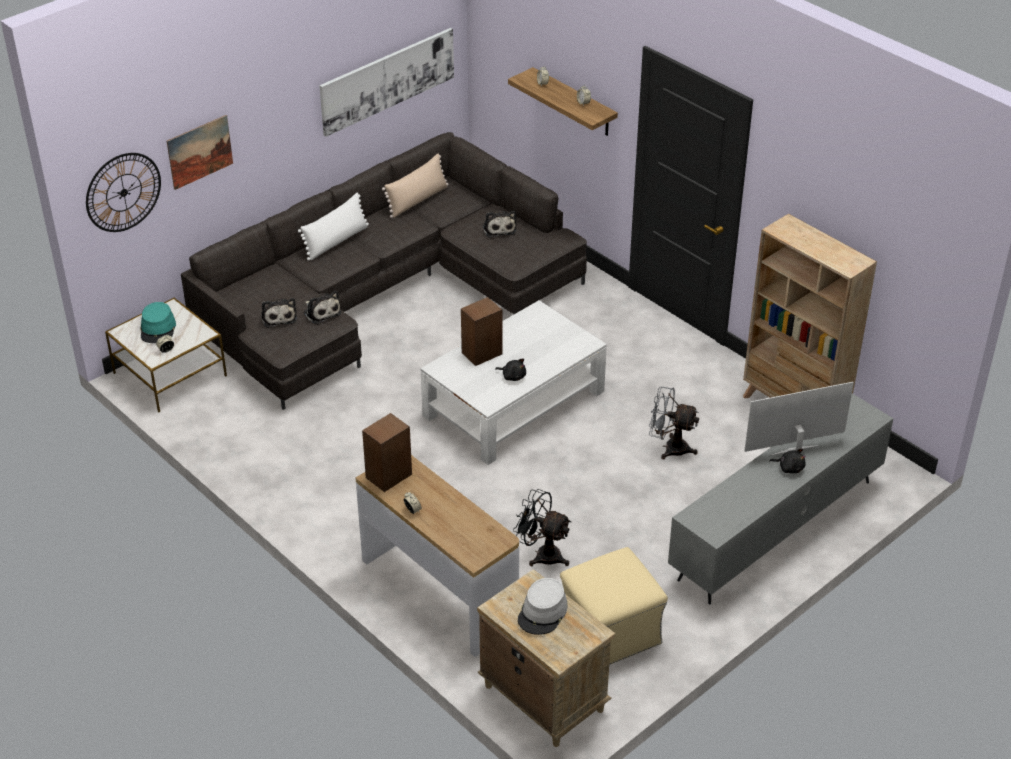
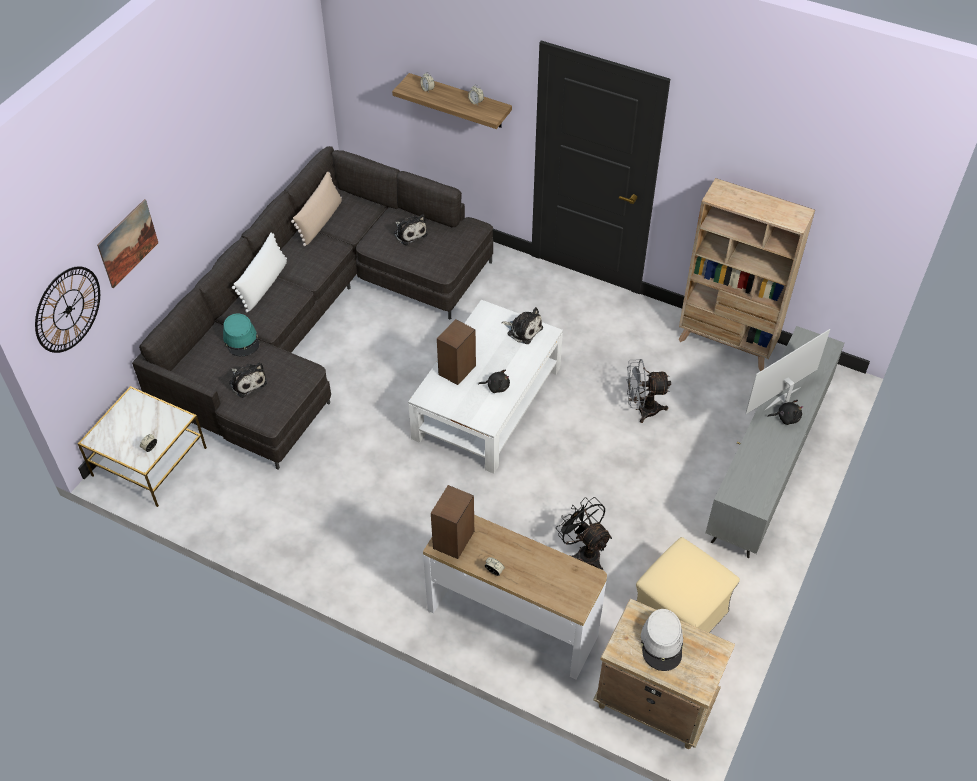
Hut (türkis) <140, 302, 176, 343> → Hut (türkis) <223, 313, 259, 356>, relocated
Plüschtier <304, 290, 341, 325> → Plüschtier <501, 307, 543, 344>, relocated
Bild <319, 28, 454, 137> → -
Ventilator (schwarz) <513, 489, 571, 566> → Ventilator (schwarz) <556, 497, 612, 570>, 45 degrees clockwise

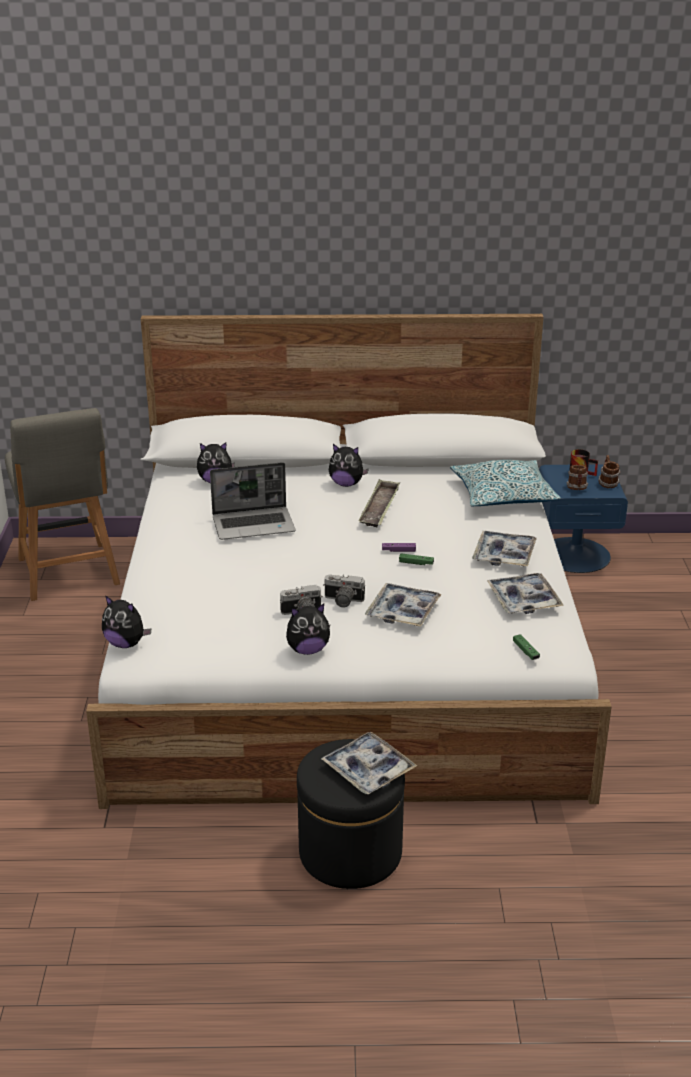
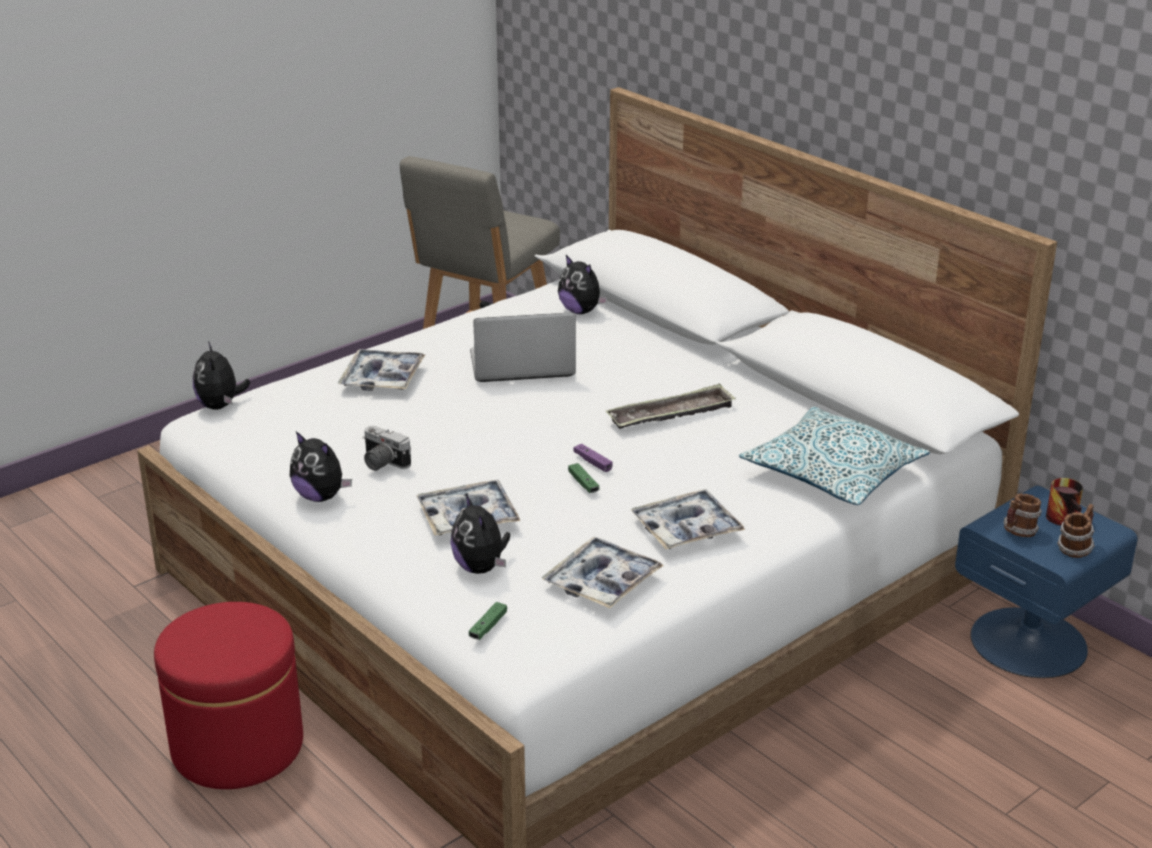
Laptop <210, 462, 296, 540> → Laptop <470, 312, 576, 382>, 135 degrees clockwise
Polsterhocker (schwarz) <297, 739, 405, 889> → Polsterhocker (rot) <154, 602, 303, 789>
Tablett <321, 732, 417, 795> → Tablett <338, 349, 425, 391>, relocated
Kamera <323, 575, 365, 608> → -
Plüschtier <329, 444, 369, 487> → Plüschtier <450, 493, 510, 574>, relocated

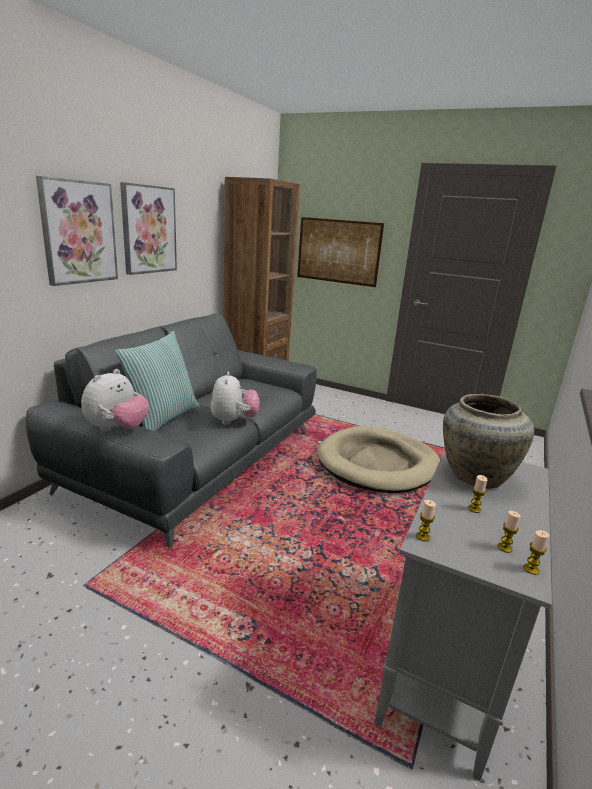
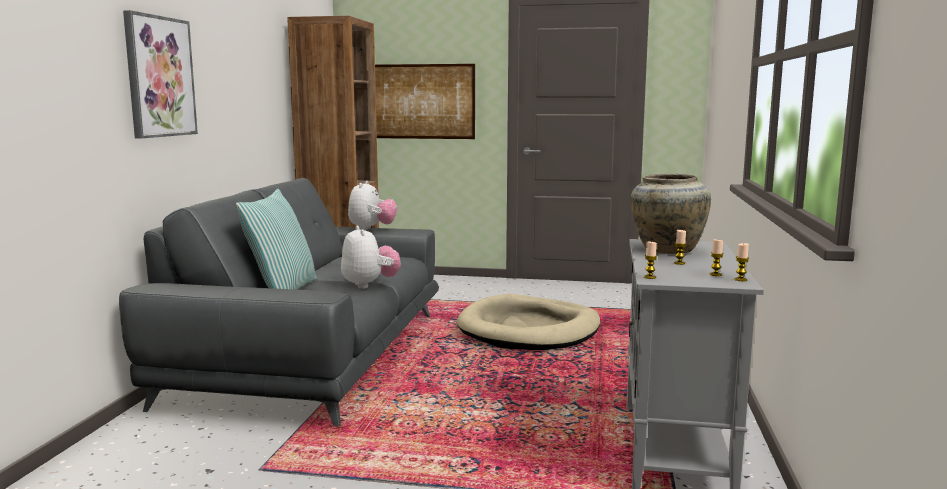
Plüschtier <81, 369, 149, 432> → Plüschtier <348, 181, 397, 231>, relocated
Bild <120, 182, 177, 275> → -

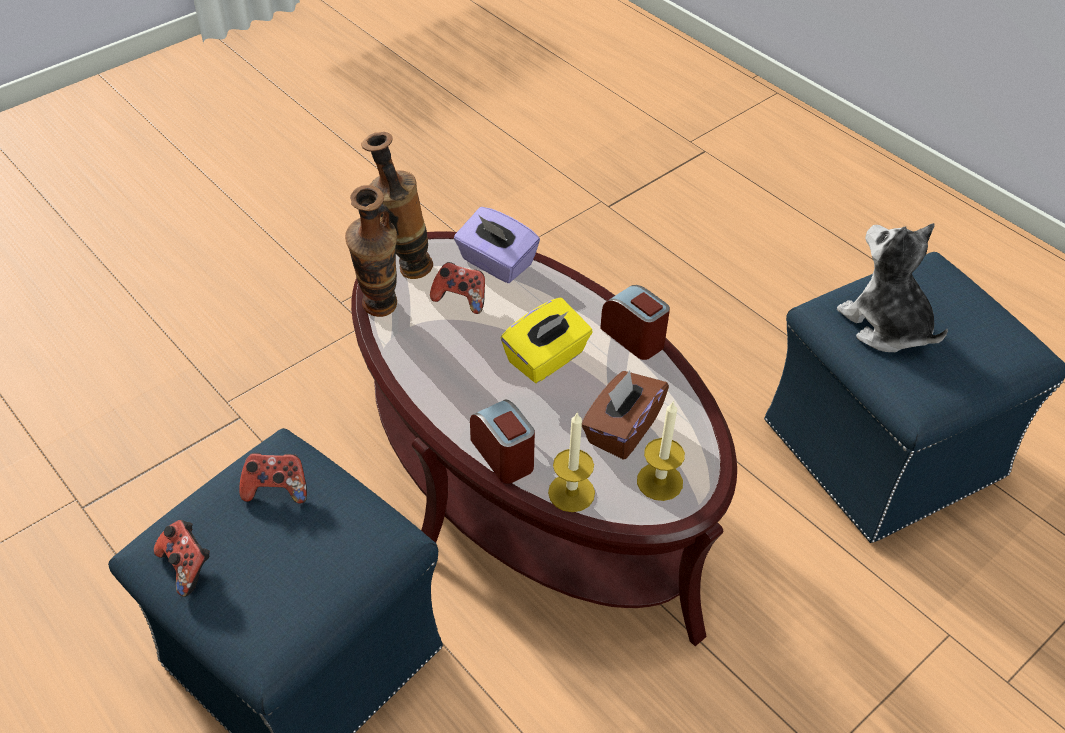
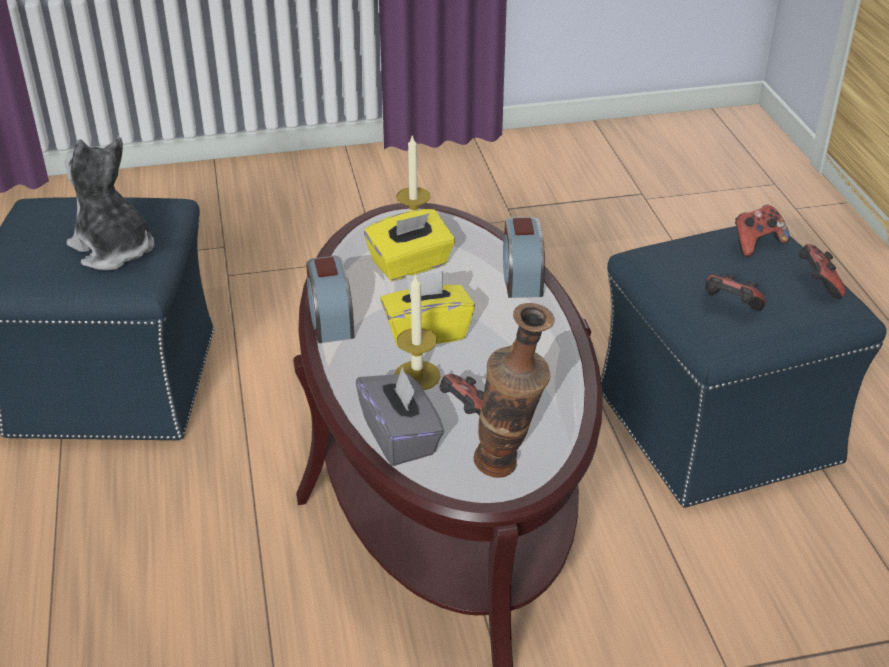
Vase <345, 185, 397, 317> → -
Taschentuchbox (lila) <454, 207, 540, 283> → Taschentuchbox (grau) <356, 366, 444, 466>
Kerze <548, 412, 595, 512> → Kerze <394, 273, 441, 390>, relocated
Taschentuchbox (braun) <582, 370, 669, 460> → Taschentuchbox (gelb) <364, 209, 455, 281>
Plüschtier <837, 223, 948, 352> → Plüschtier <65, 138, 154, 271>, 135 degrees clockwise
- → Gamepad <735, 205, 790, 257>

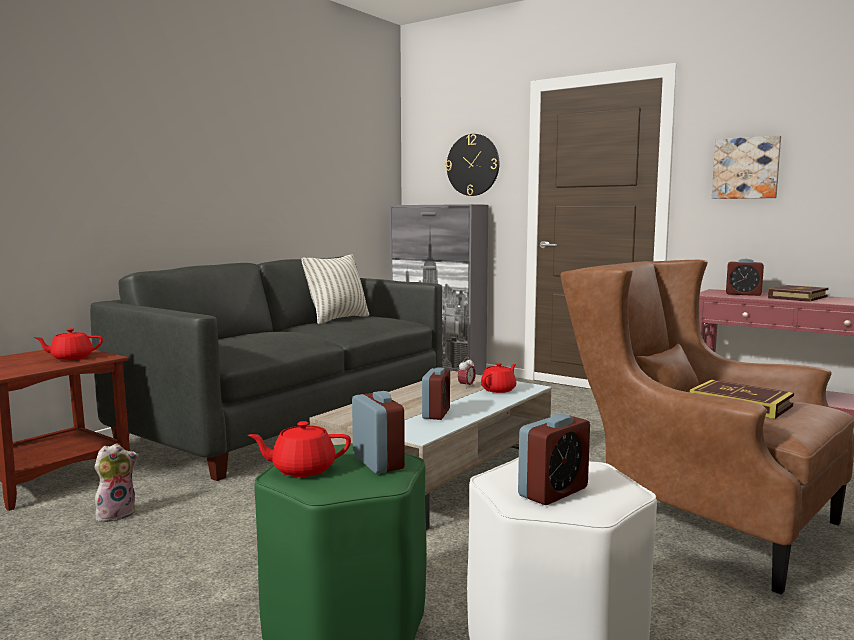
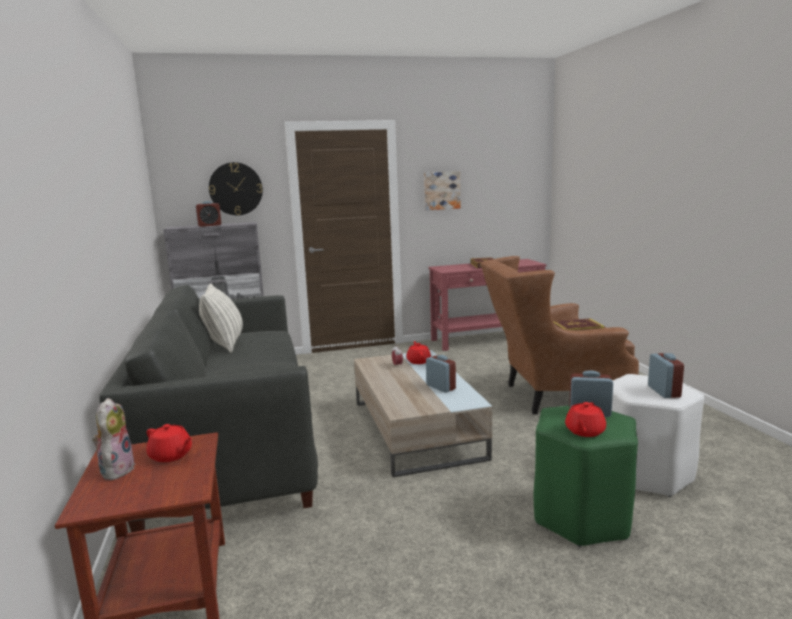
Teekanne (rot) <33, 328, 103, 360> → Teekanne (rot) <146, 424, 192, 462>, 75 degrees counterclockwise
Plüschtier <94, 444, 138, 522> → Plüschtier <92, 398, 136, 480>, relocated
Wecker <726, 259, 764, 296> → Wecker <195, 201, 221, 227>, relocated

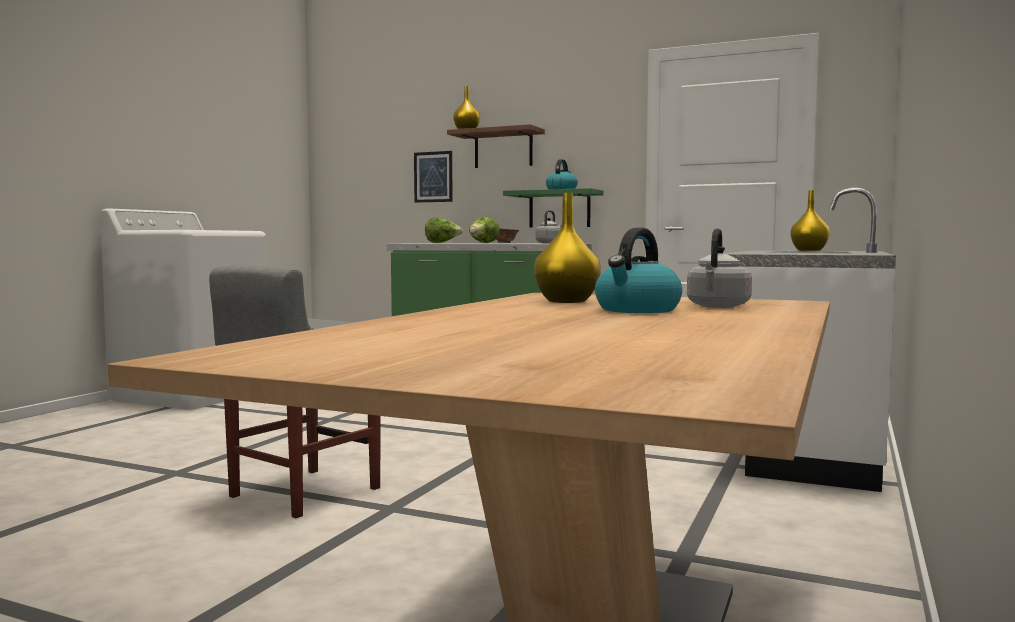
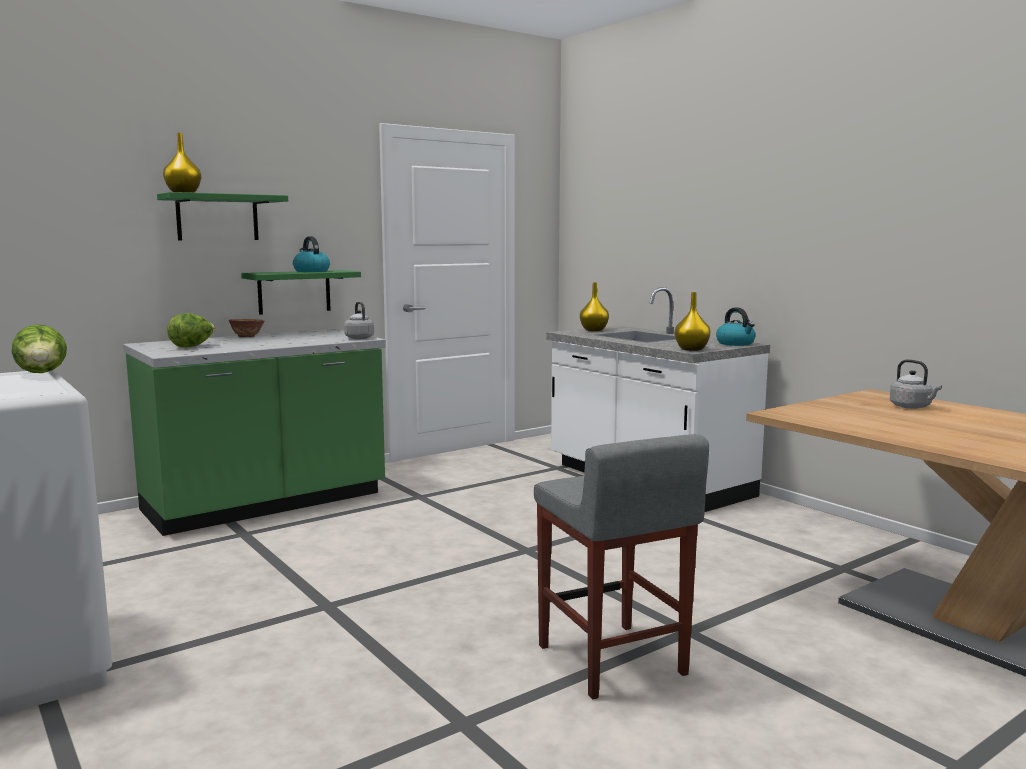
Bild <414, 151, 453, 203> → -
Wandregal (braun) <447, 124, 545, 168> → Wandregal (grün) <157, 192, 288, 240>
Salatkopf <469, 216, 500, 243> → Salatkopf <12, 324, 67, 373>, relocated
Vase (gelb) <534, 193, 601, 303> → Vase (gelb) <675, 292, 710, 351>, relocated
Wasserkessel <595, 228, 682, 313> → Wasserkessel <716, 307, 756, 346>, relocated

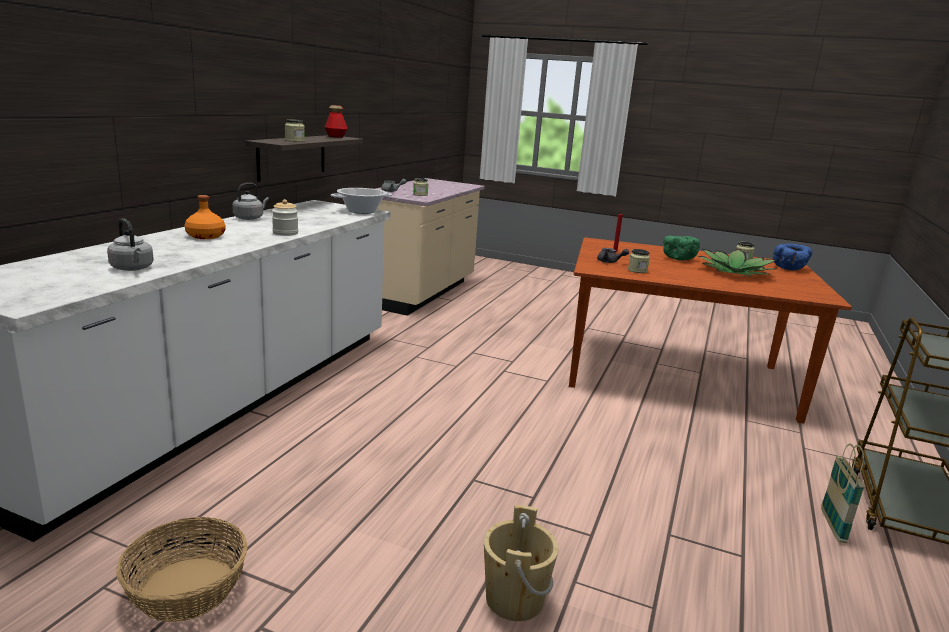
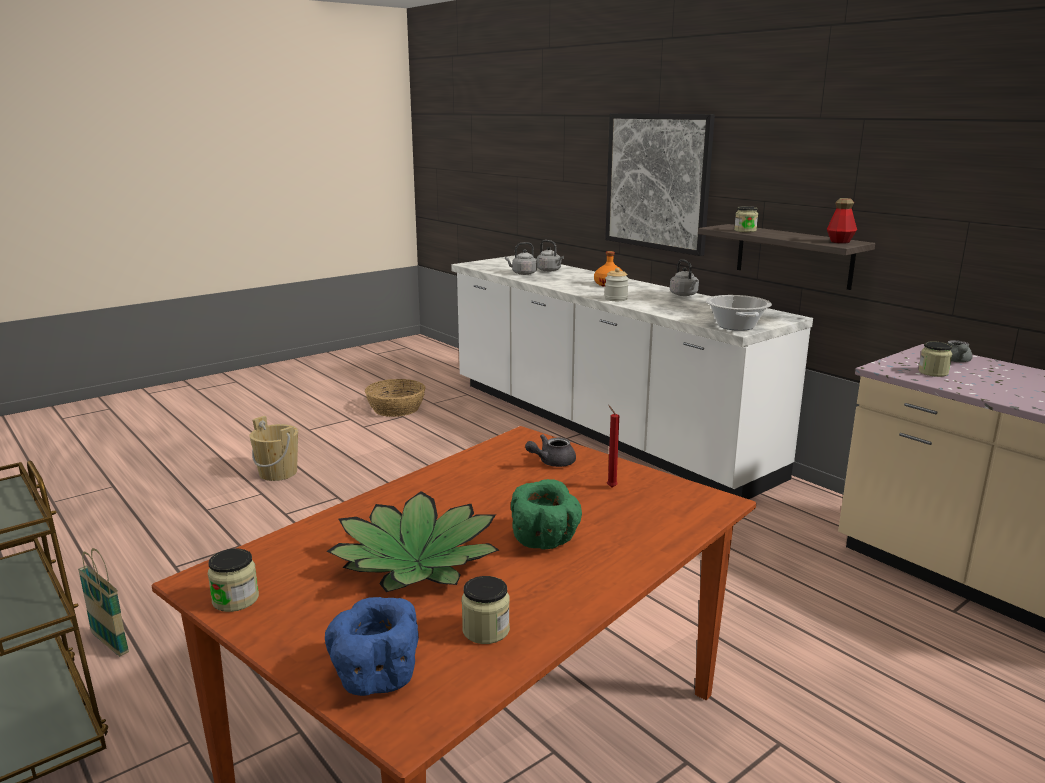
Vorratsglas <628, 249, 650, 273> → Vorratsglas <208, 549, 259, 612>, relocated
- → Wasserkessel (grau) <536, 240, 564, 272>
- → Bild <605, 113, 715, 256>

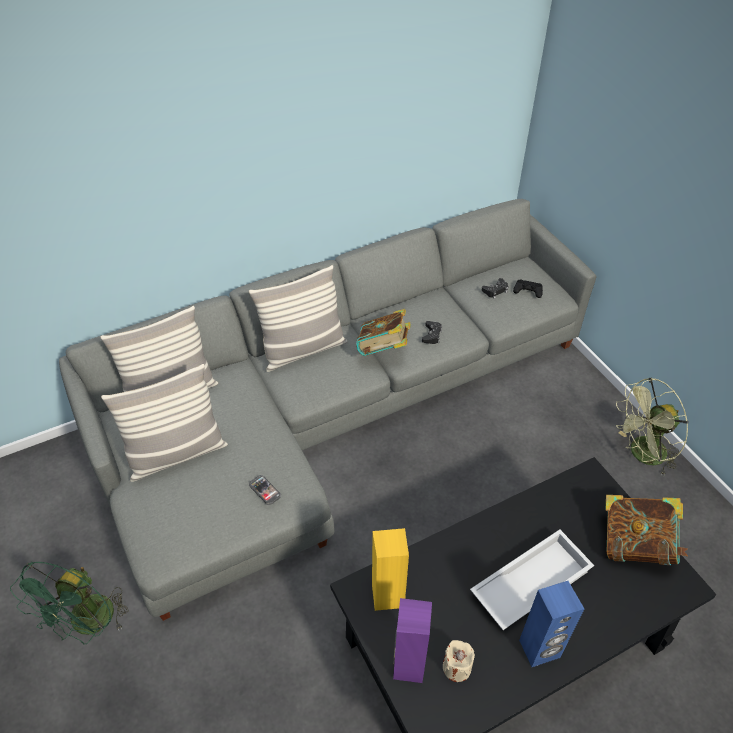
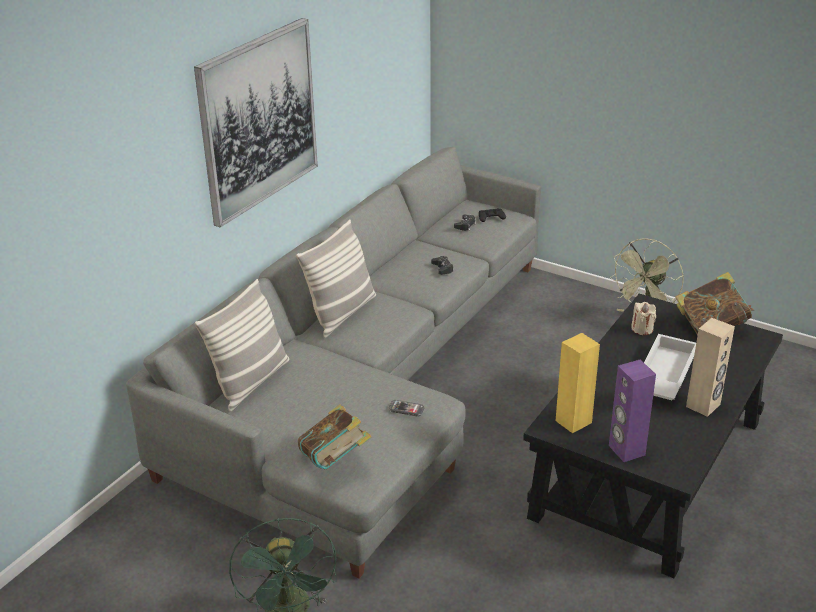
Kissen <101, 364, 228, 482> → -
Buch <356, 309, 411, 356> → Buch <298, 404, 372, 469>, relocated
Kerze (beige) <443, 640, 475, 682> → Kerze (beige) <631, 302, 656, 335>, relocated
Lautsprecher (blau) <519, 581, 584, 667> → Lautsprecher (beige) <686, 318, 735, 417>
- → Bild <194, 18, 318, 227>

